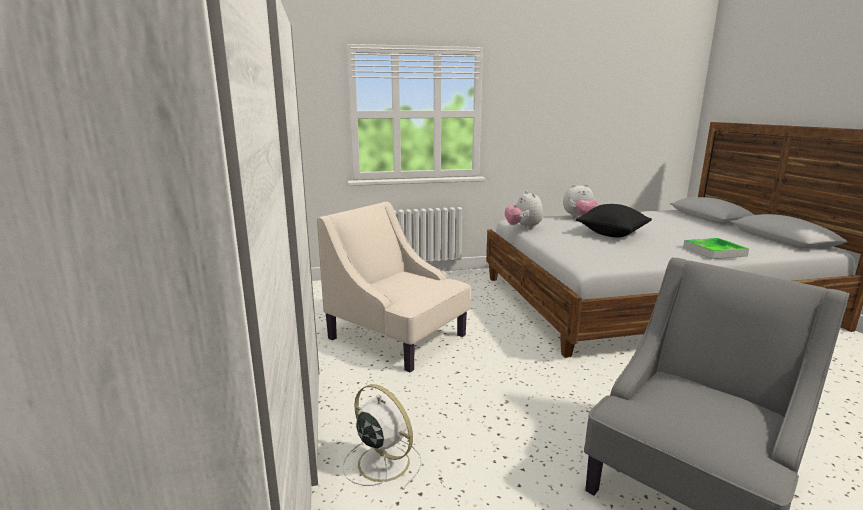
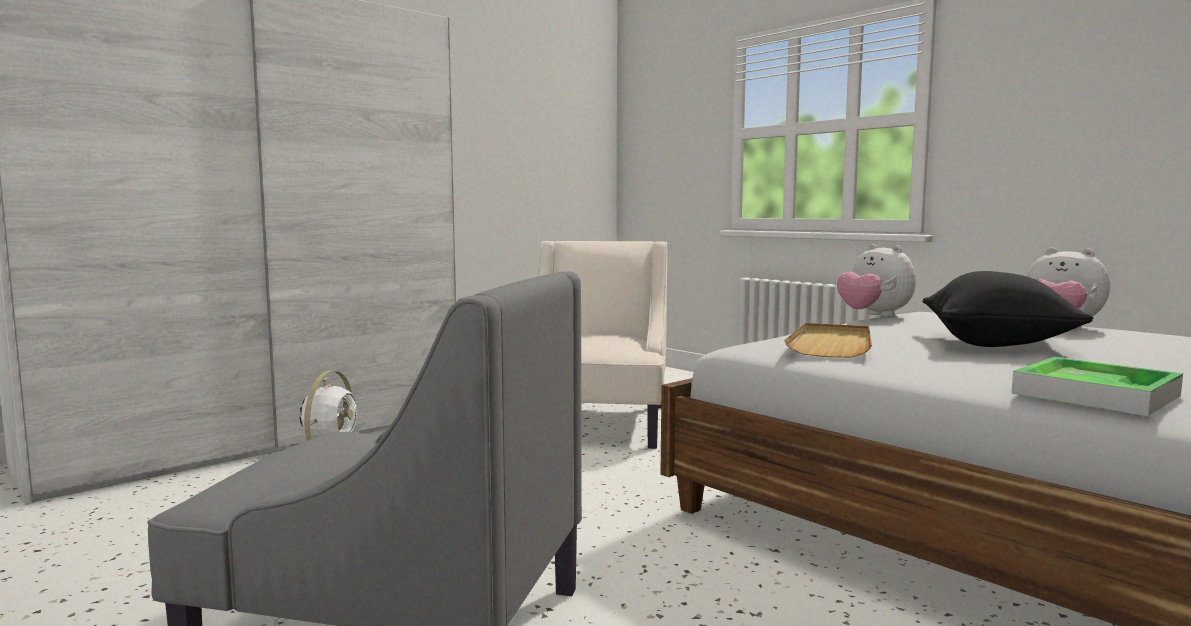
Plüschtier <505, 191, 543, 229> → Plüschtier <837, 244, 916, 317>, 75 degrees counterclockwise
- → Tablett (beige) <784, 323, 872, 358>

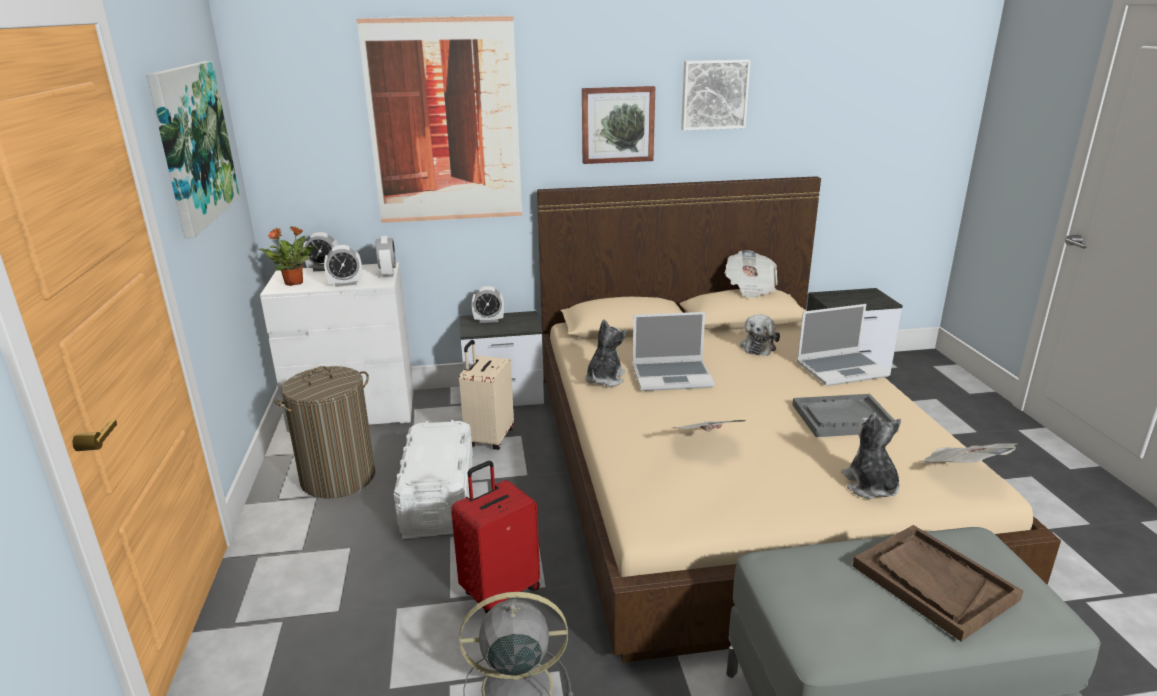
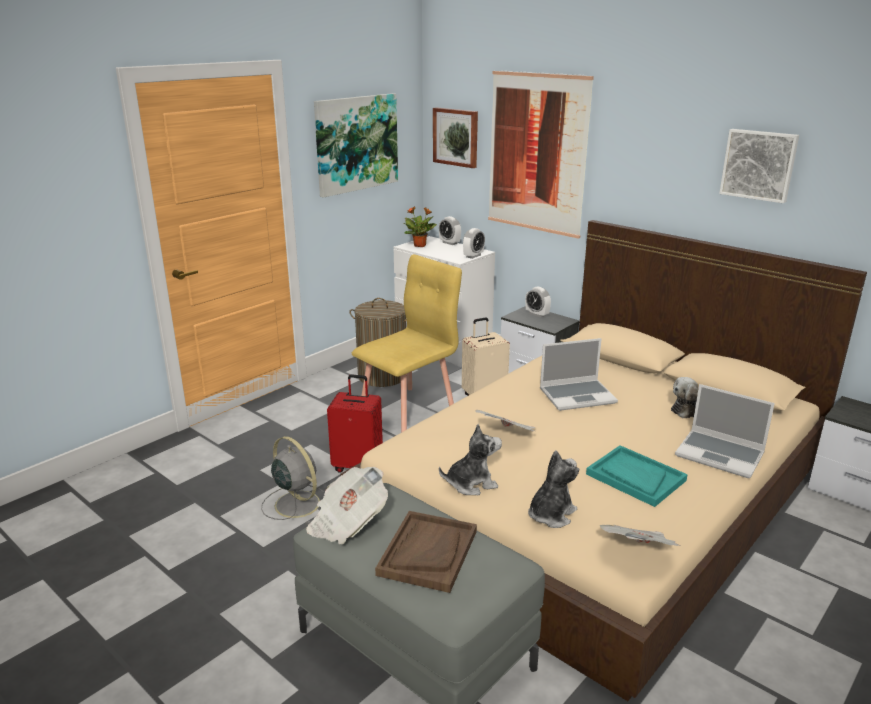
Wecker <324, 245, 362, 287> → -
Aufbewahrungsbox (weiß) <394, 420, 473, 536> → Stuhl (gelb) <352, 254, 462, 433>
Bild <582, 86, 655, 164> → Bild <433, 107, 478, 168>, relocated
Plüschtier <585, 319, 627, 387> → Plüschtier <439, 424, 502, 495>, relocated
Laptop <633, 312, 715, 391> → Laptop <540, 338, 618, 411>, 60 degrees counterclockwise
Zeitung <725, 251, 778, 298> → Zeitung <306, 467, 388, 544>, relocated
Tablett (grau) <792, 394, 899, 437> → Tablett (türkis) <586, 445, 688, 507>

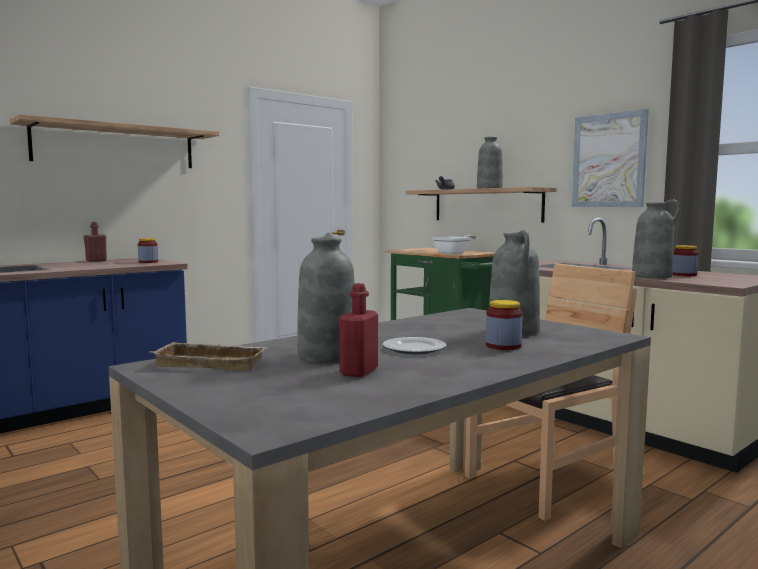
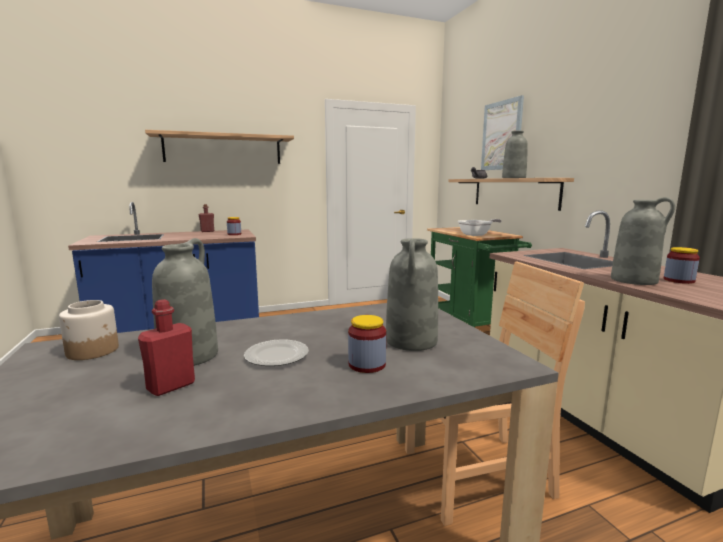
Tablett (beige) <150, 342, 268, 370> → Vorratsglas <59, 300, 119, 360>
Bild <572, 109, 649, 207> → Bild <481, 95, 524, 170>, relocated

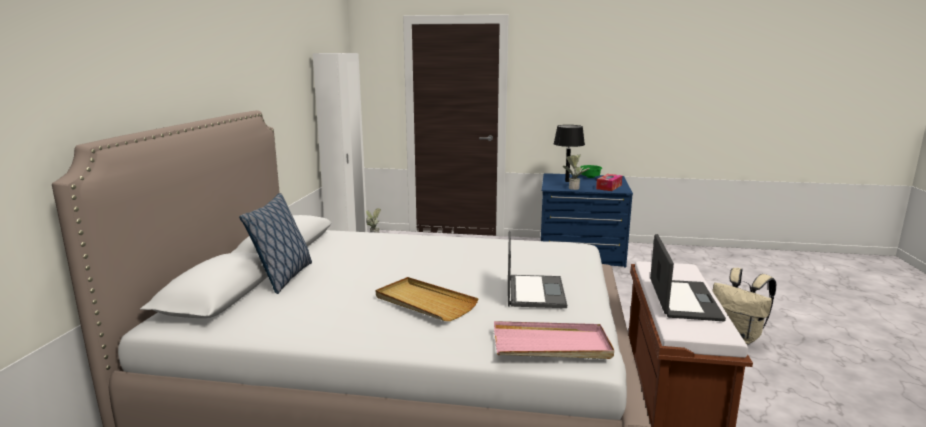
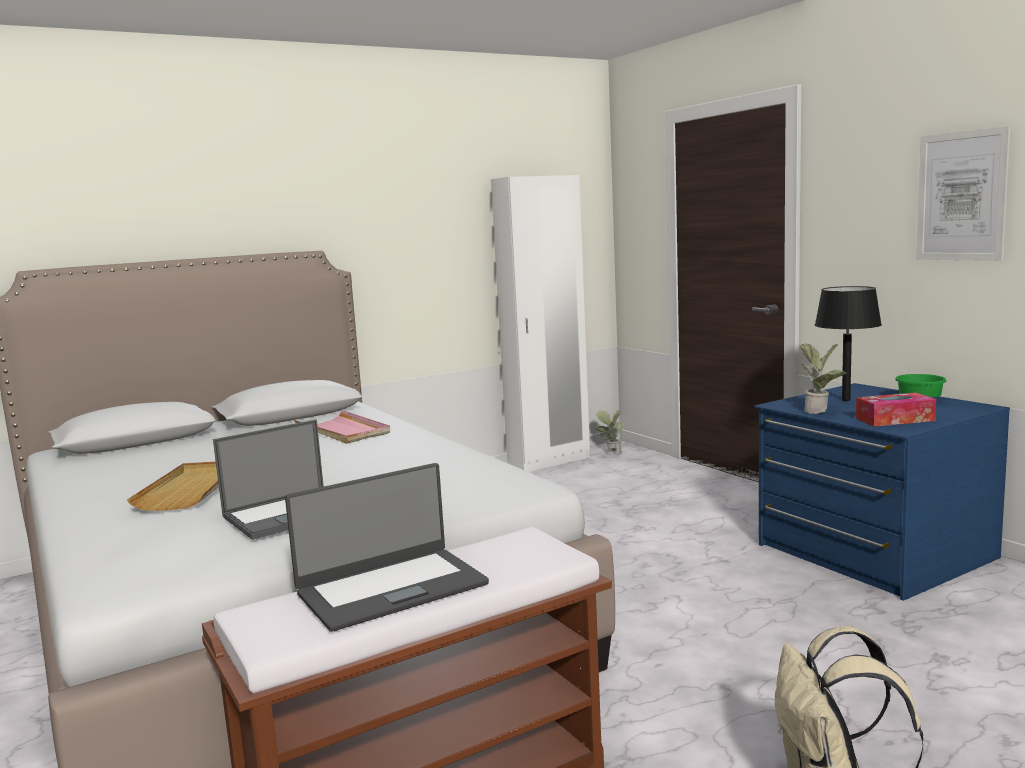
Kissen <239, 193, 312, 294> → -
Tablett (rosa) <494, 321, 614, 359> → Tablett (rosa) <294, 410, 390, 444>, relocated
- → Bild <916, 126, 1011, 261>

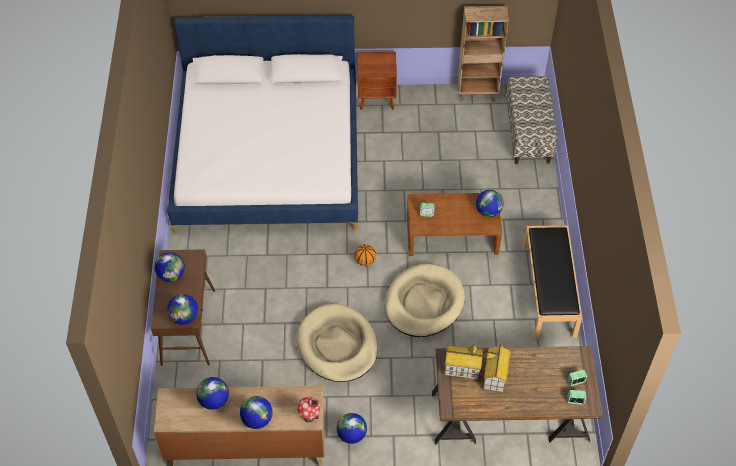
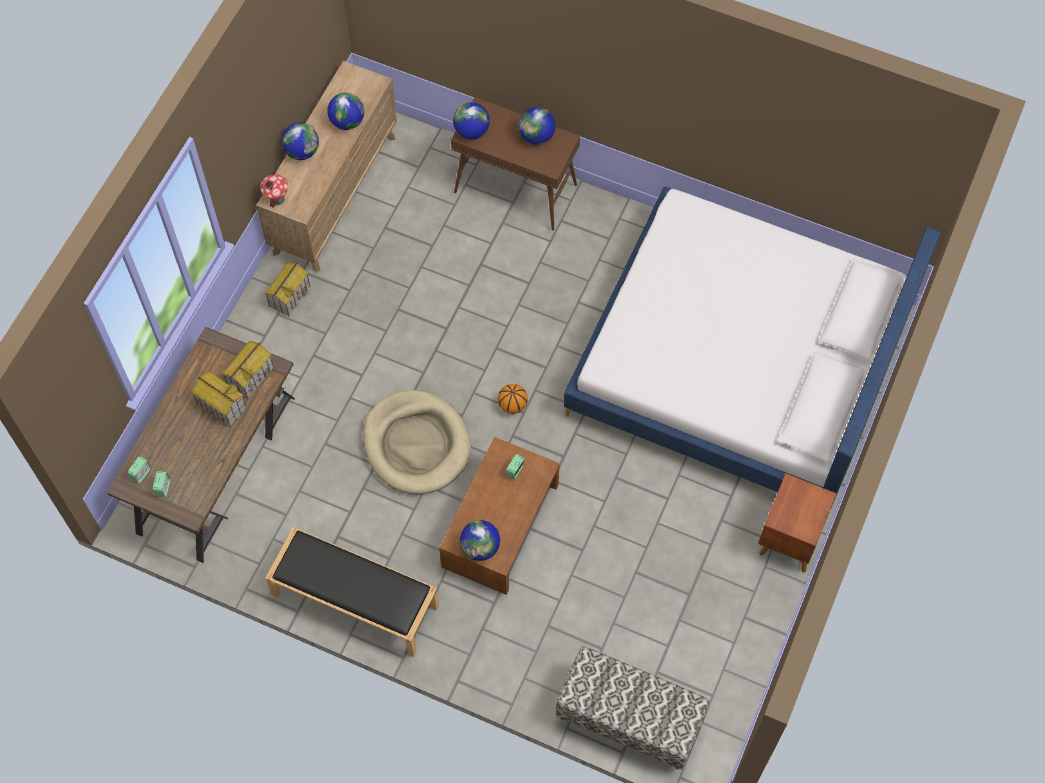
Hundebett (beige) <296, 304, 378, 382> → -
Globus <337, 413, 367, 444> → Spielzeughaus <265, 262, 310, 316>
Bücherregal (braun) <458, 6, 509, 103> → -

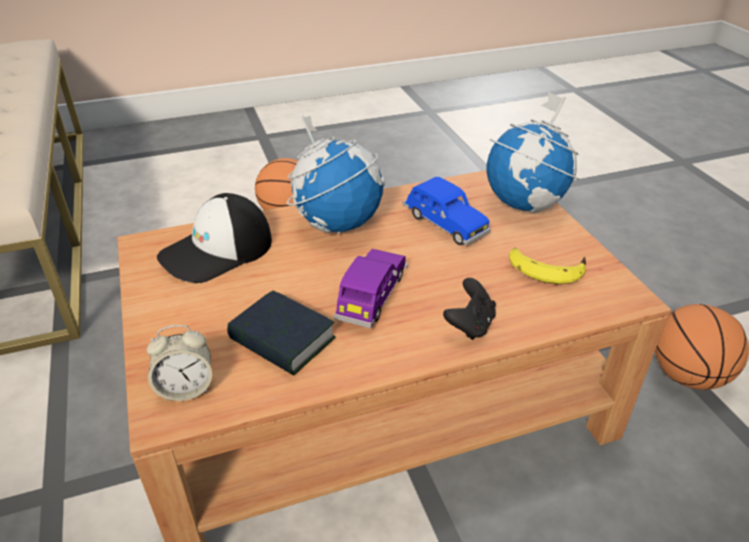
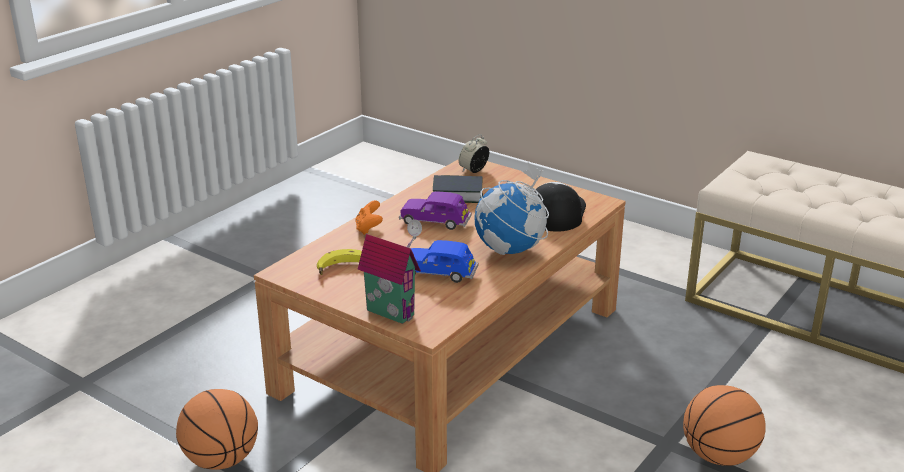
Spielzeugauto (lila) <334, 249, 408, 328> → Spielzeugauto (lila) <399, 191, 472, 230>, 120 degrees clockwise
Gamepad (schwarz) <443, 278, 496, 340> → Gamepad (orange) <355, 200, 383, 235>
Globus <486, 91, 580, 213> → Spielzeughaus <358, 219, 422, 324>

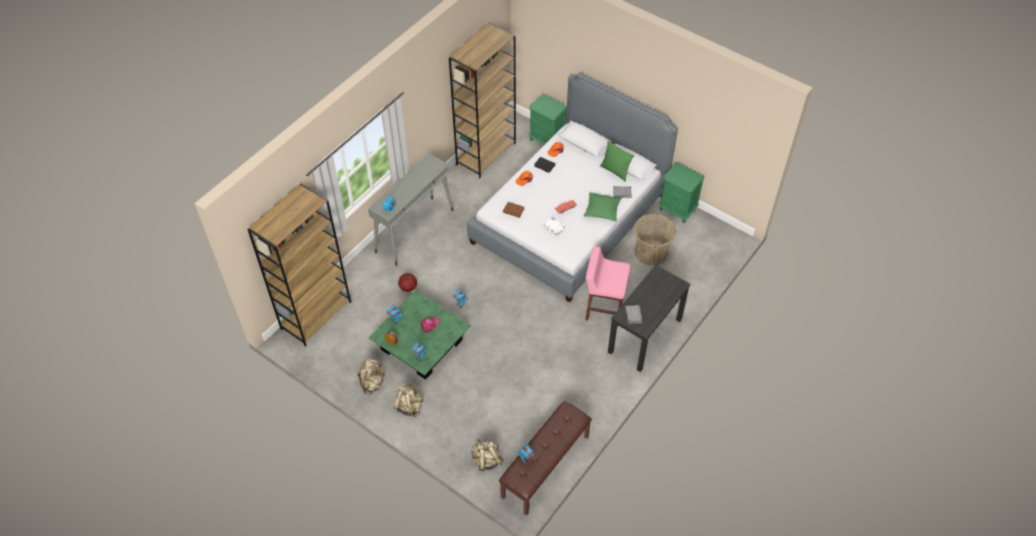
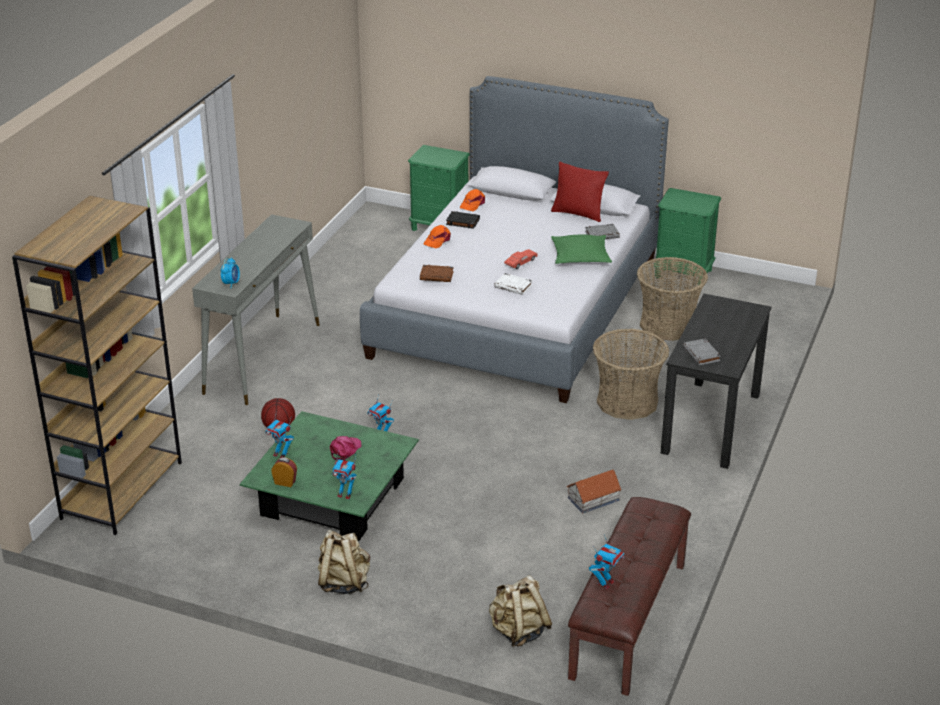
Rucksack (beige) <357, 359, 385, 394> → -
Bücherregal (braun) <449, 23, 516, 178> → -
Hocker (rosa) <585, 247, 630, 326> → Korb <593, 328, 669, 420>
Kissen (grün) <600, 140, 634, 182> → Kissen (rot) <551, 161, 609, 222>
- → Spielzeughaus <567, 470, 622, 513>

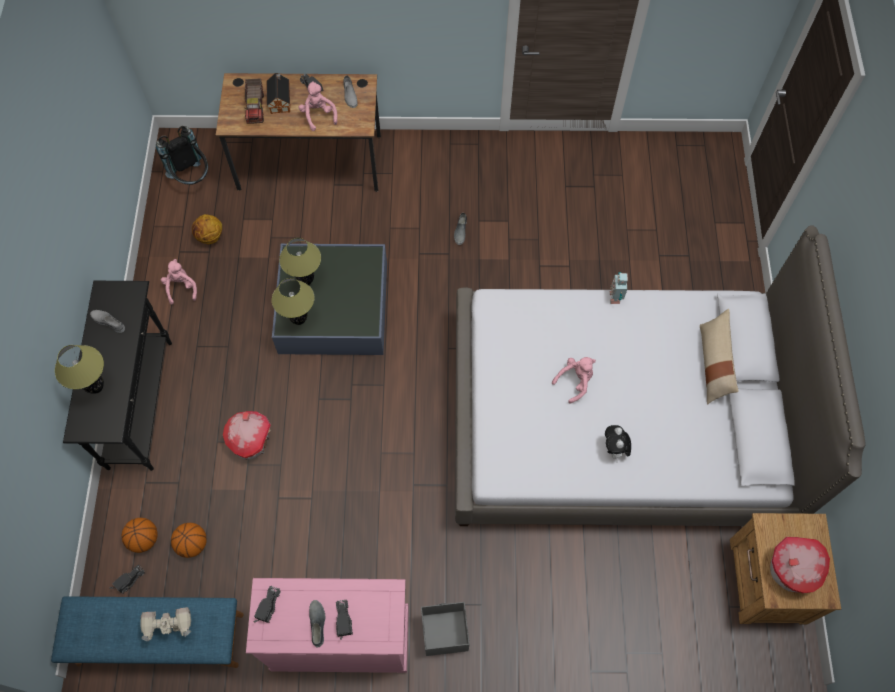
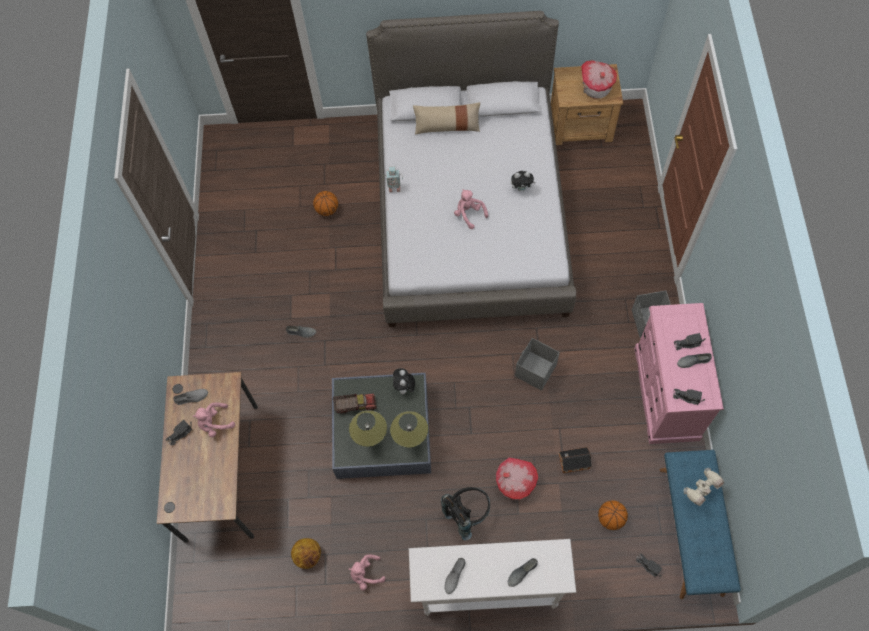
Tischlampe <55, 345, 104, 394> → Schuh (grau) <508, 558, 538, 587>
Konsolentisch (schwarz) <63, 281, 172, 471> → Konsolentisch (weiß) <409, 539, 576, 616>
Basketball <121, 518, 158, 553> → Basketball <313, 191, 338, 216>, relocated
Spielzeugroboter <140, 607, 191, 641> → Spielzeugroboter <684, 468, 724, 506>, 120 degrees counterclockwise
Rucksack (schwarz) <156, 126, 208, 185> → Rucksack (schwarz) <441, 487, 490, 540>, relocated
Spielzeuglaster <245, 78, 264, 124> → Spielzeuglaster <333, 393, 376, 414>, relocated
Spielzeughaus <266, 73, 290, 114> → Spielzeughaus <559, 447, 592, 473>, relocated
- → Plüschtier <393, 368, 415, 394>
- → Aufbewahrungsbox (grau) <515, 338, 560, 391>

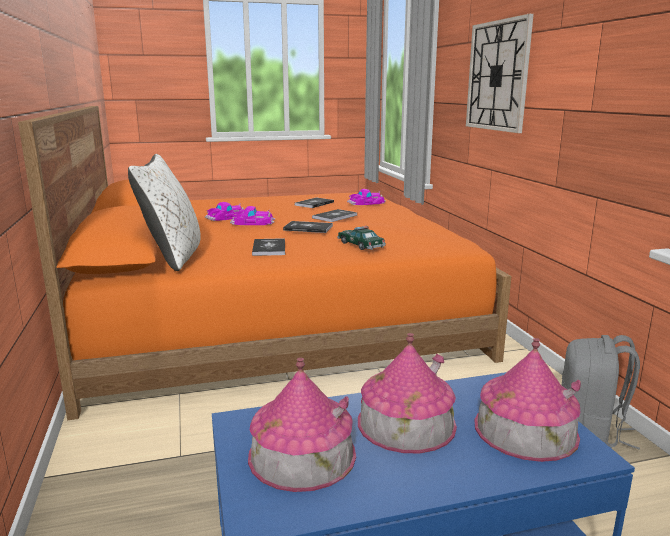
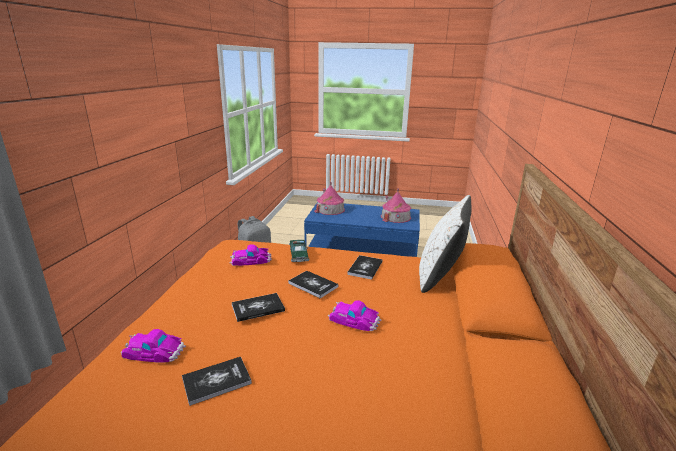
Spielzeugauto <205, 202, 245, 221> → Spielzeugauto <229, 244, 272, 266>, relocated
Spielzeughaus <358, 333, 457, 453> → -
Wanduhr <466, 14, 534, 133> → -

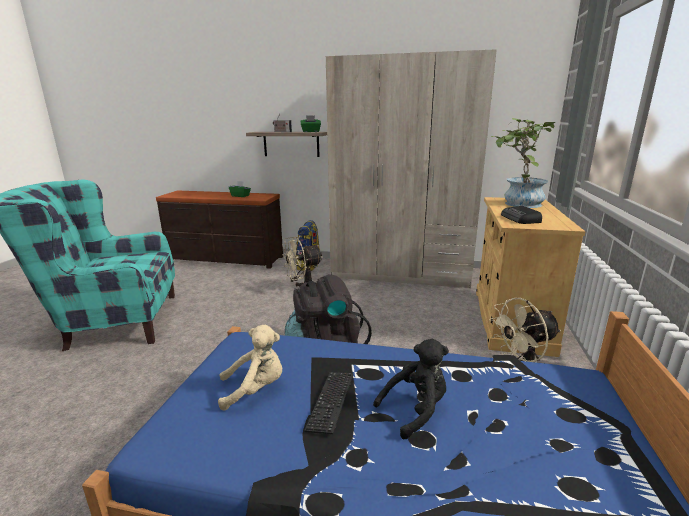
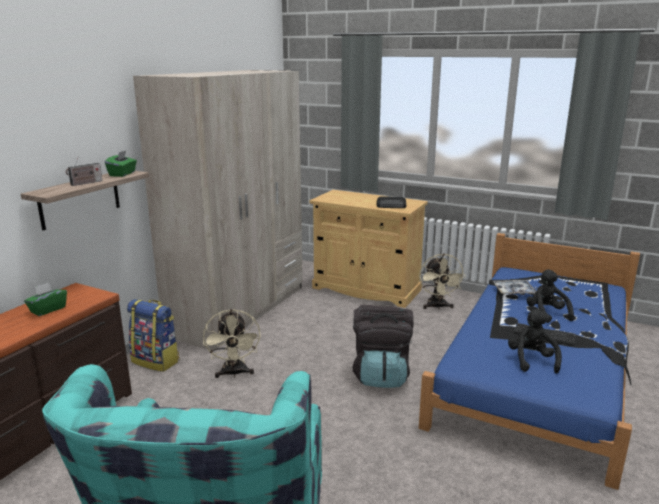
Plüschtier (beige) <218, 325, 282, 411> → Plüschtier (schwarz) <508, 309, 562, 373>
Topfpflanze <491, 118, 555, 208> → -
- → Tablett <493, 280, 536, 295>

